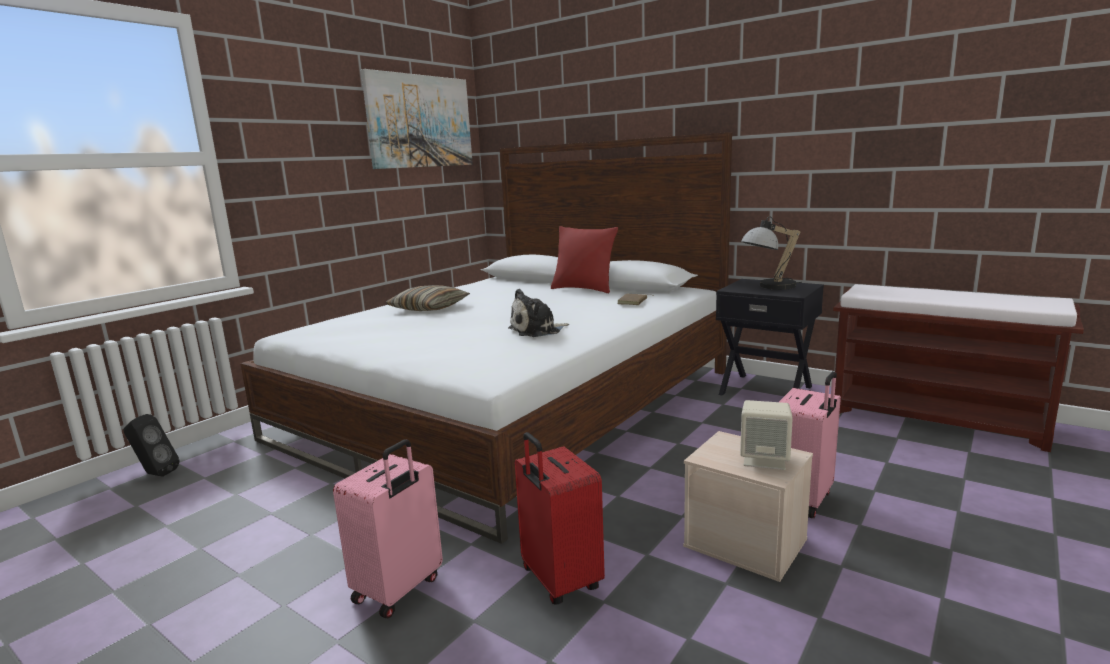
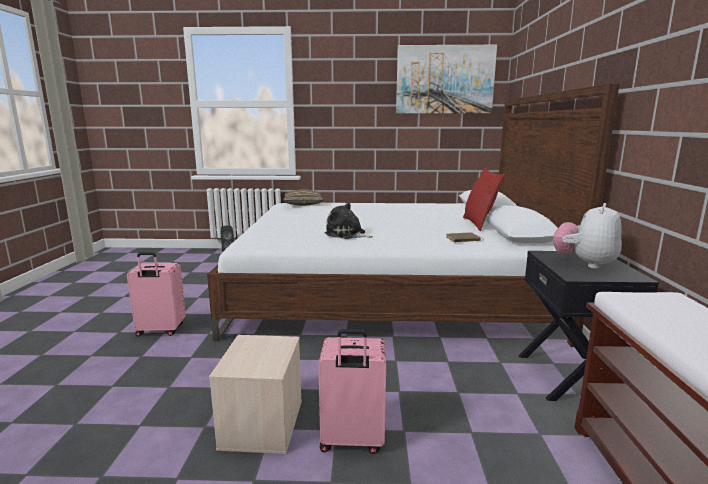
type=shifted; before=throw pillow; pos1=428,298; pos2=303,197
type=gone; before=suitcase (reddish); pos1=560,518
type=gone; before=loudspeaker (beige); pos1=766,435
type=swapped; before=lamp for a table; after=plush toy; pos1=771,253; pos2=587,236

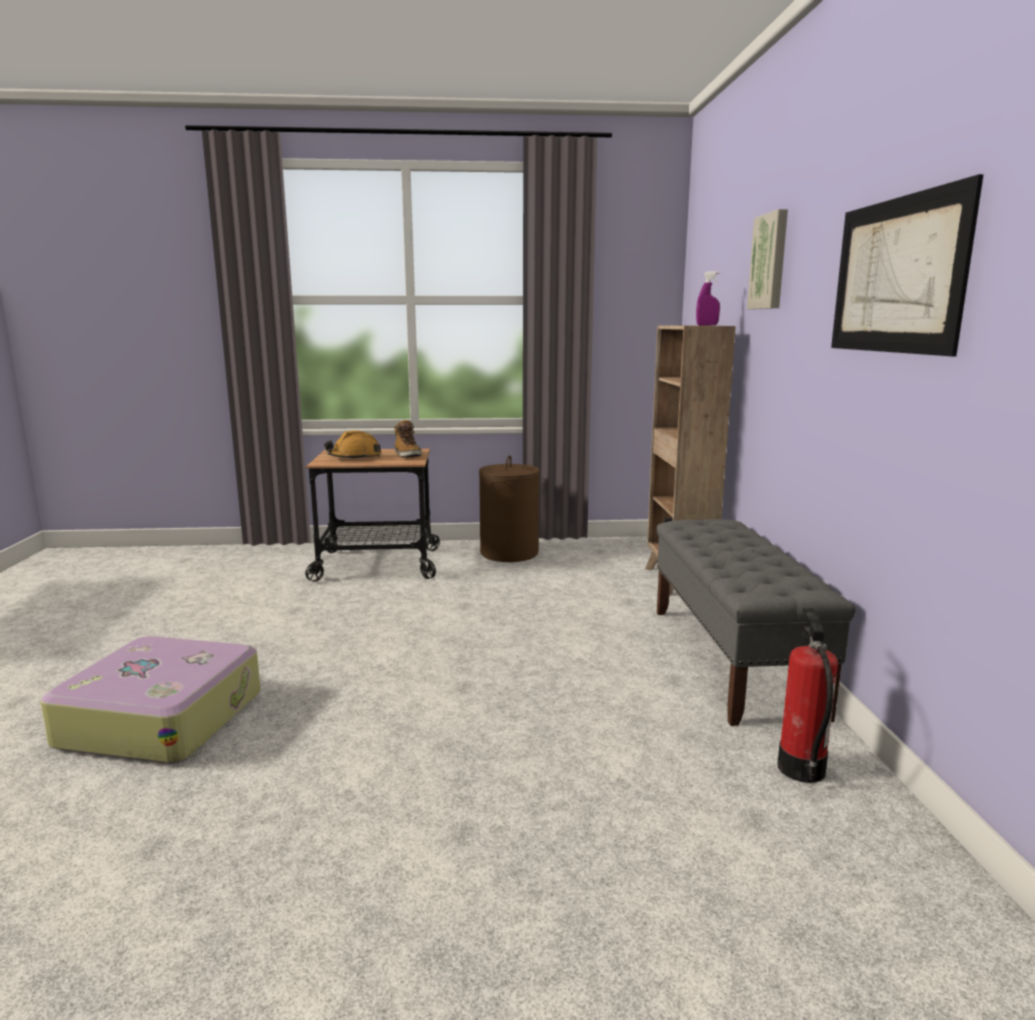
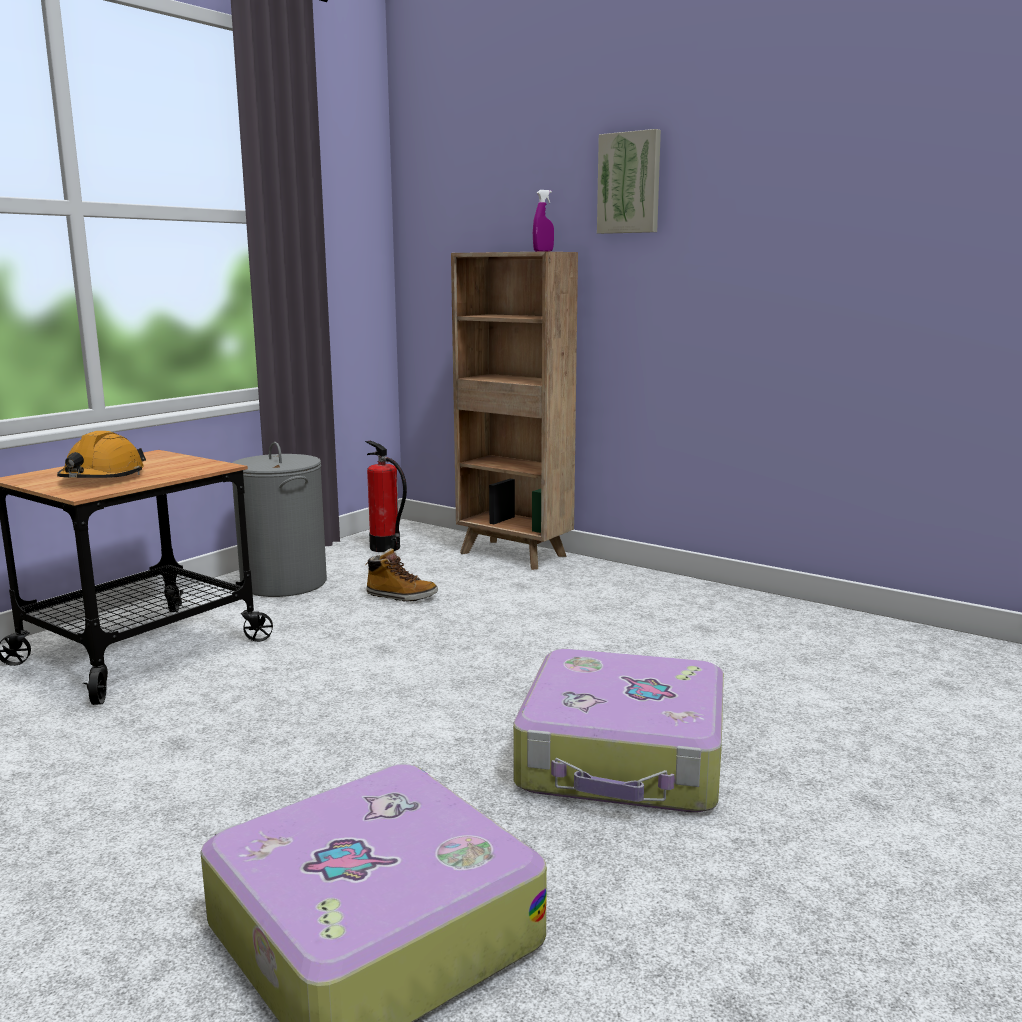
type=shifted; before=boot; pos1=408,439; pos2=401,575
type=repainted; before=laundry basket (brown-coloured); after=laundry basket (gray); pos1=509,508; pos2=279,519
type=gone; before=long seat (gray); pos1=756,622
type=shifted; before=fire-fighting cylinder; pos1=807,695; pos2=386,496
type=gone; before=picture; pos1=907,265
type=new; after=suitcase; pos2=618,731

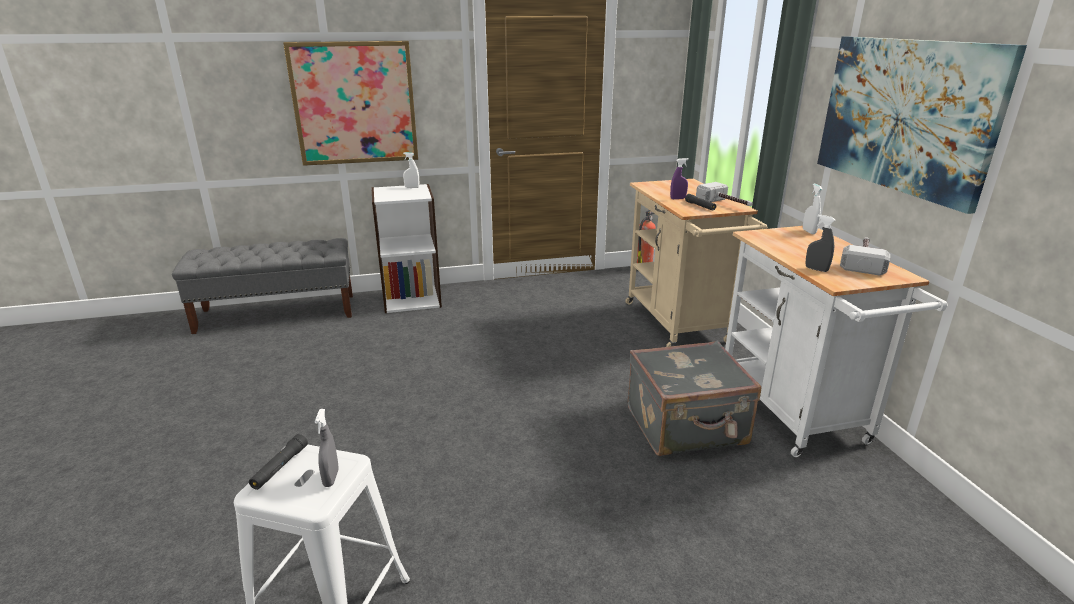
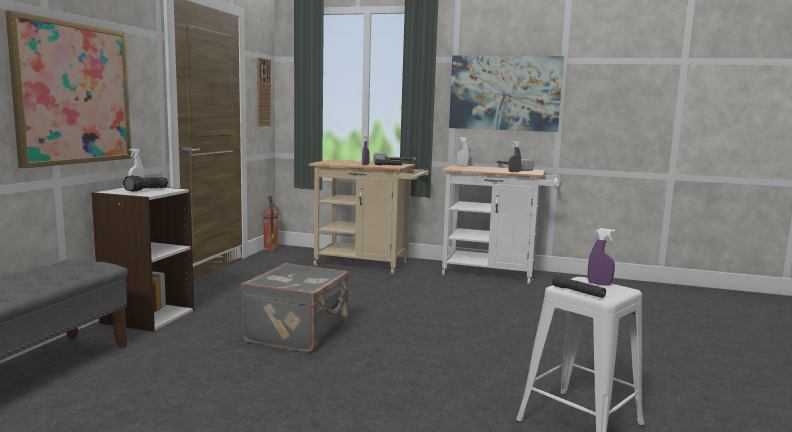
type=repainted; before=spray bottle (gray); after=spray bottle (purple); pos1=327,448; pos2=601,257
type=shifted; before=suitcase (gray); pos1=694,398; pos2=295,307
type=new; after=hand torch; pos2=145,183
type=new; after=hanging clock; pos2=264,92

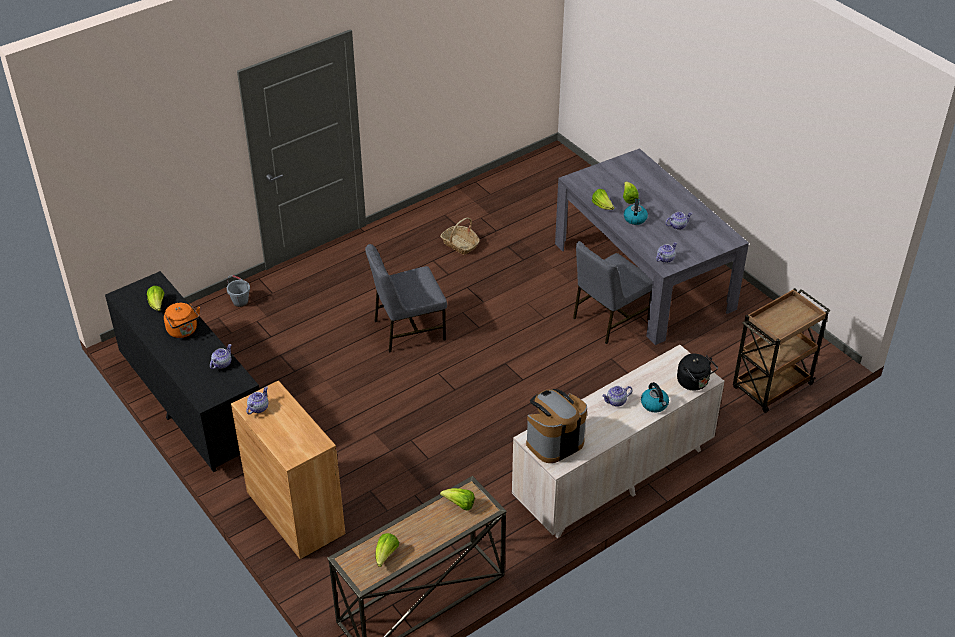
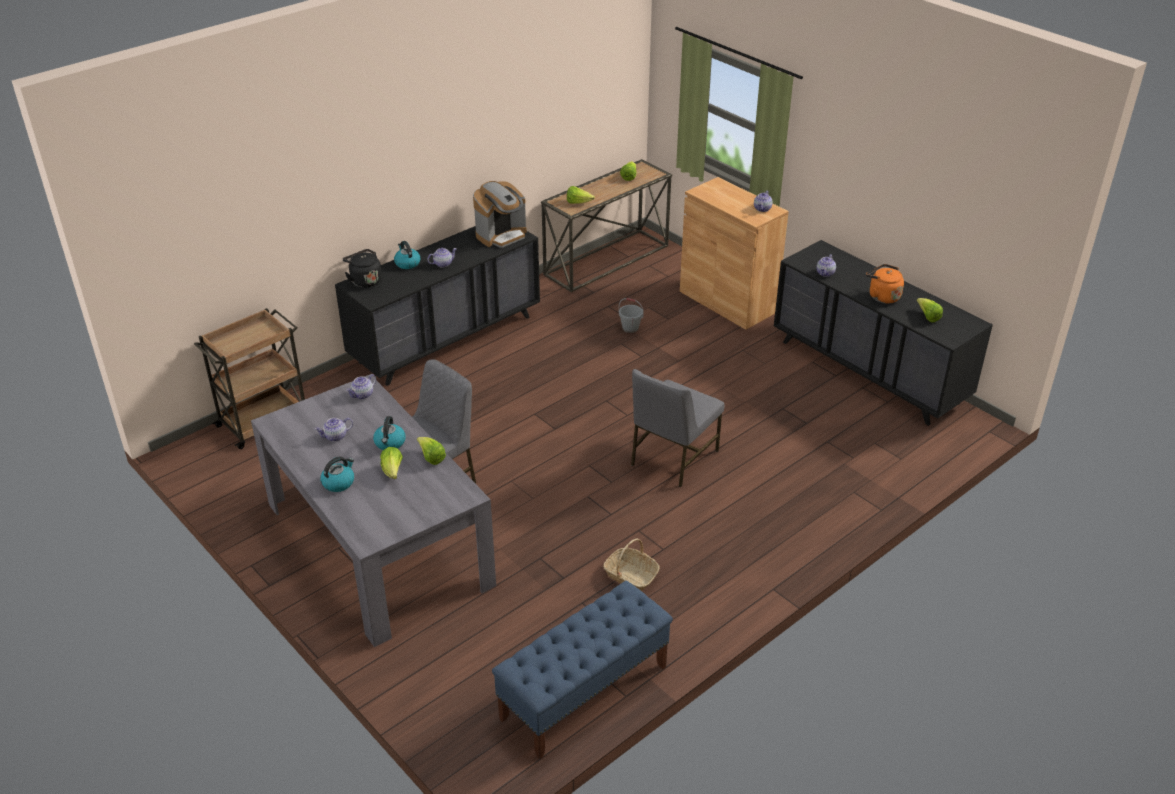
type=shifted; before=pail (gray); pos1=238,291; pos2=631,315
type=rotated; before=chair (gray); pos1=406,298; pos2=678,428; turn=150
type=repainted; before=chest of drawers (beige); after=chest of drawers (blackish); pos1=618,441; pos2=437,306
type=new; after=tea kettle; pos2=337,474
type=new; after=long seat (blue-coloured); pos2=582,670

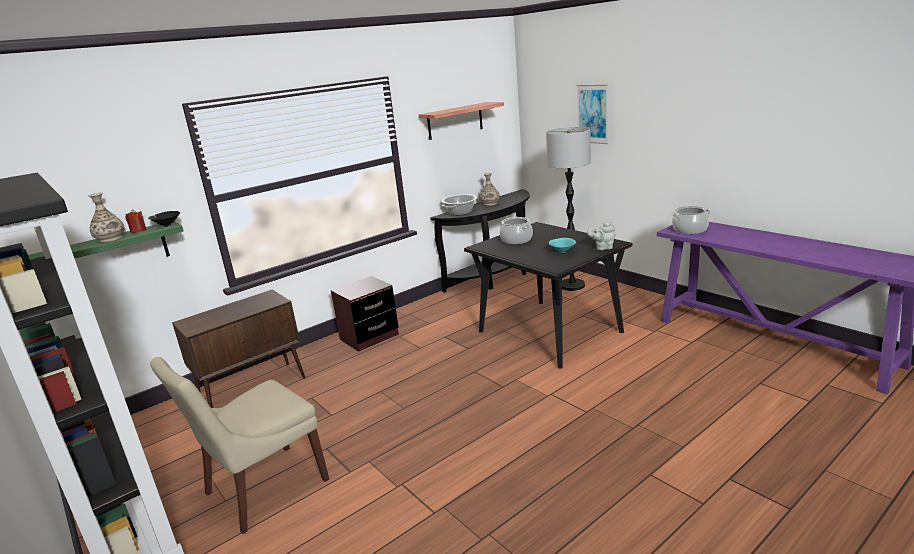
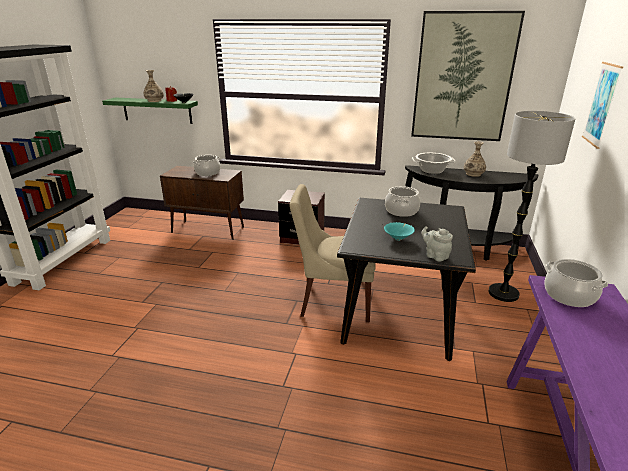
type=shifted; before=chair (beige); pos1=239,445; pos2=332,253
type=swapped; before=shelf; after=picture; pos1=461,121; pos2=468,76
type=new; after=stockpot; pos2=206,165

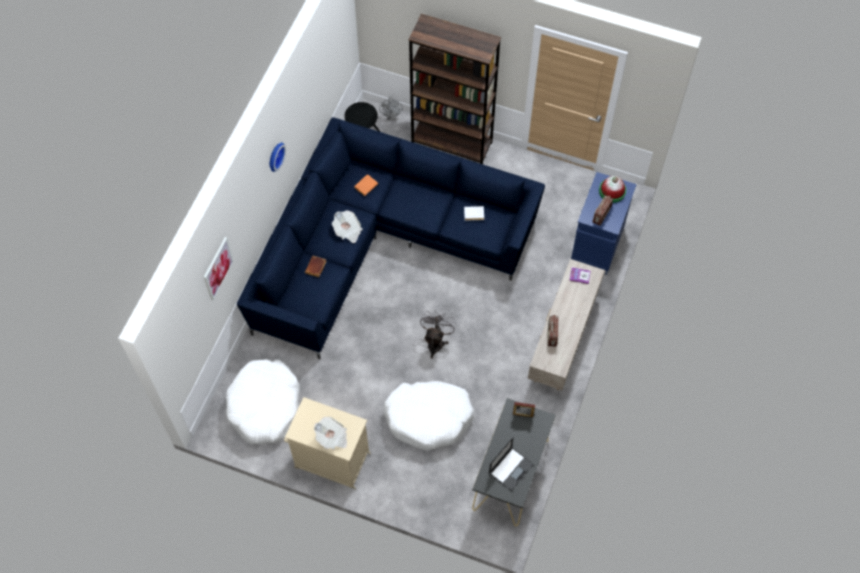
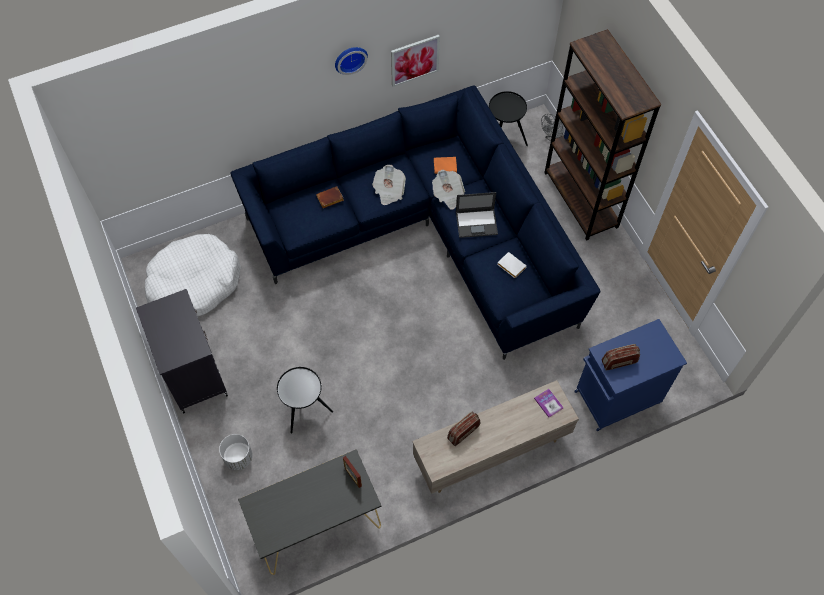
type=shifted; before=picture; pos1=219,268; pos2=415,61
type=repainted; before=cabinet (beige); after=cabinet (blackish); pos1=327,443; pos2=182,351
type=shifted; before=daily paper; pos1=330,433; pos2=448,190
type=swapped; before=dog bed (white); after=side table (blackish); pos1=429,415; pos2=305,400
type=gone; before=electric fan (gray); pos1=438,334
type=shifted; before=notebook computer; pos1=511,464; pos2=477,215
type=gone; before=clothing hat; pos1=612,189
type=new; after=flower pot (white); pos2=236,452

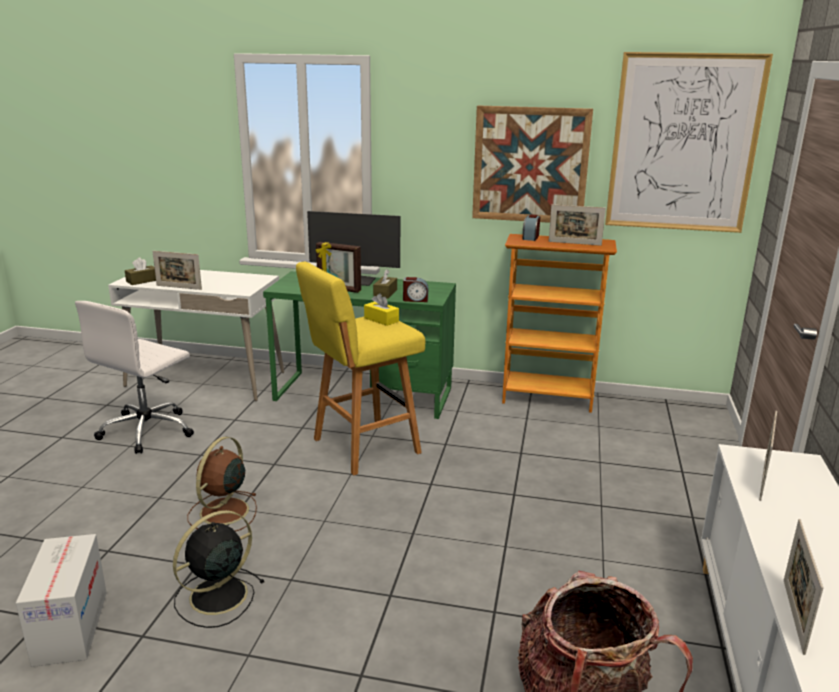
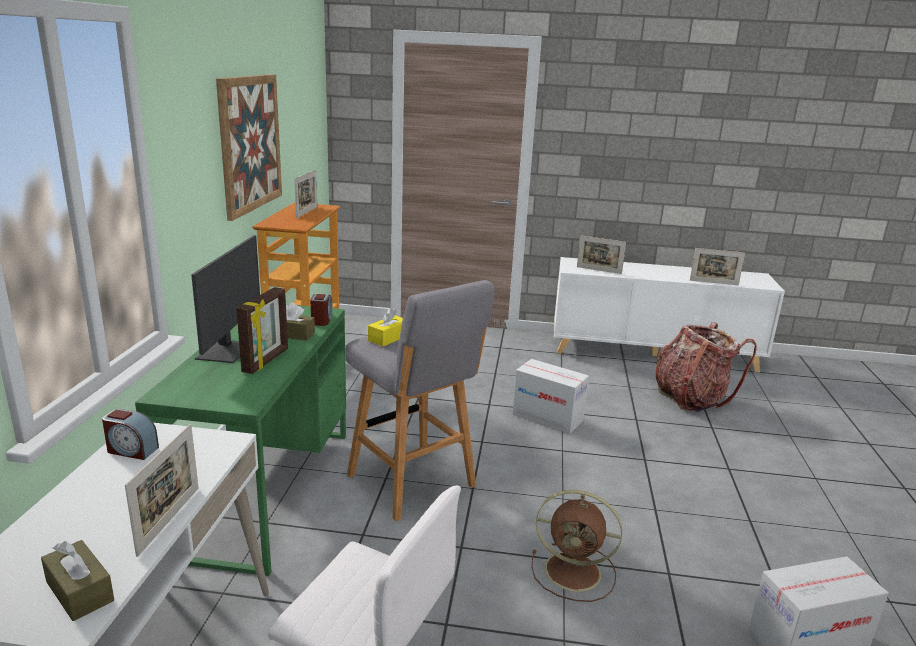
type=gone; before=electric fan (blackish); pos1=218,569
type=repainted; before=stool seat (yellow); after=stool seat (gray); pos1=360,368; pos2=420,400
type=shifted; before=table clock; pos1=531,227; pos2=130,434
type=gone; before=picture; pos1=689,142
type=new; after=packing box; pos2=550,396

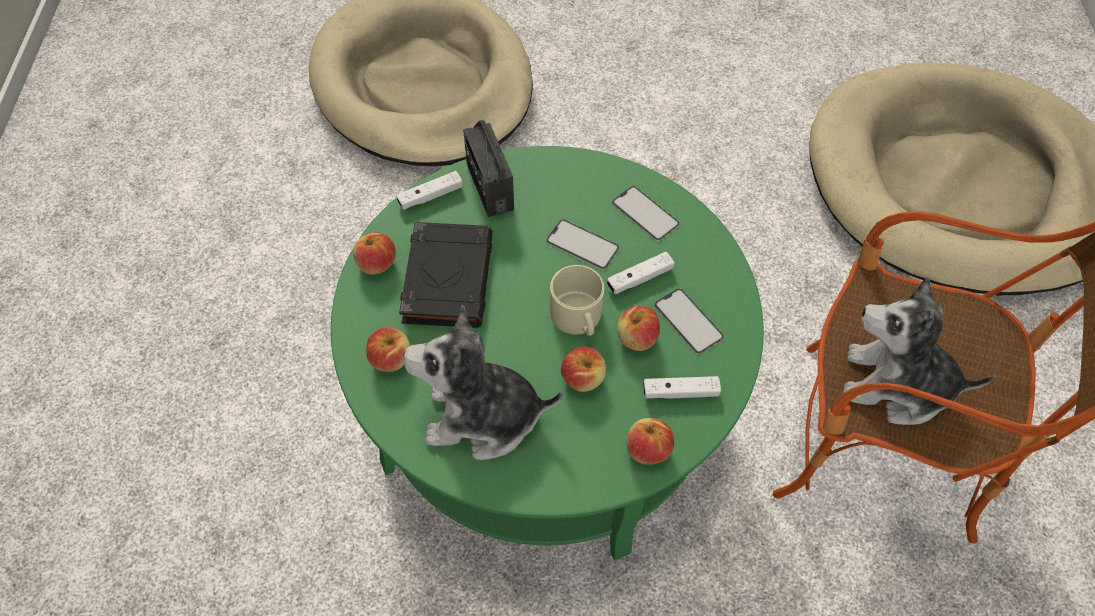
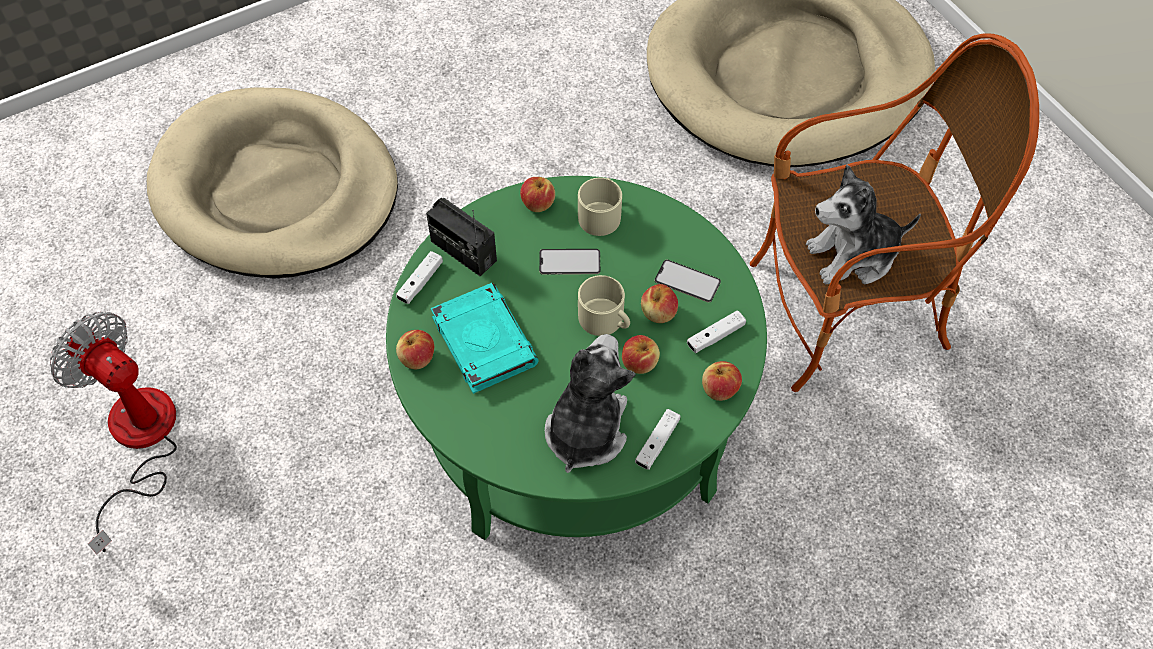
type=shifted; before=apple fruit; pos1=388,349; pos2=537,194
type=repainted; before=bound book (blackish); after=bound book (turquoise-coloured); pos1=446,275; pos2=485,338
type=rotated; before=plush toy; pos1=483,382; pos2=590,403; turn=135
type=shifted; before=game controller (white); pos1=641,273; pos2=657,439
type=swapped; before=telephone; after=mug (beige); pos1=646,213; pos2=600,207
type=new; after=electric fan; pos2=113,433

